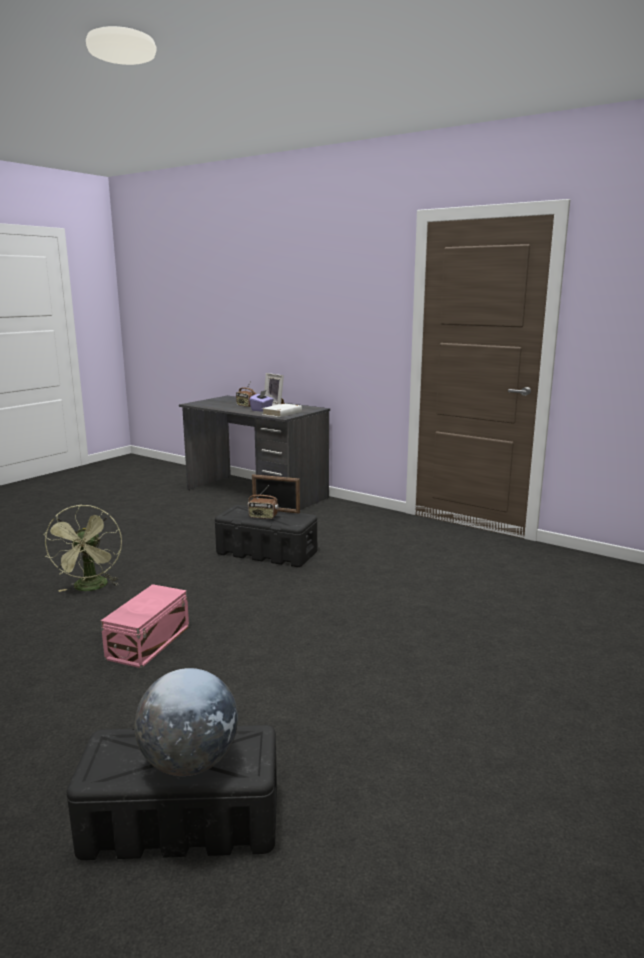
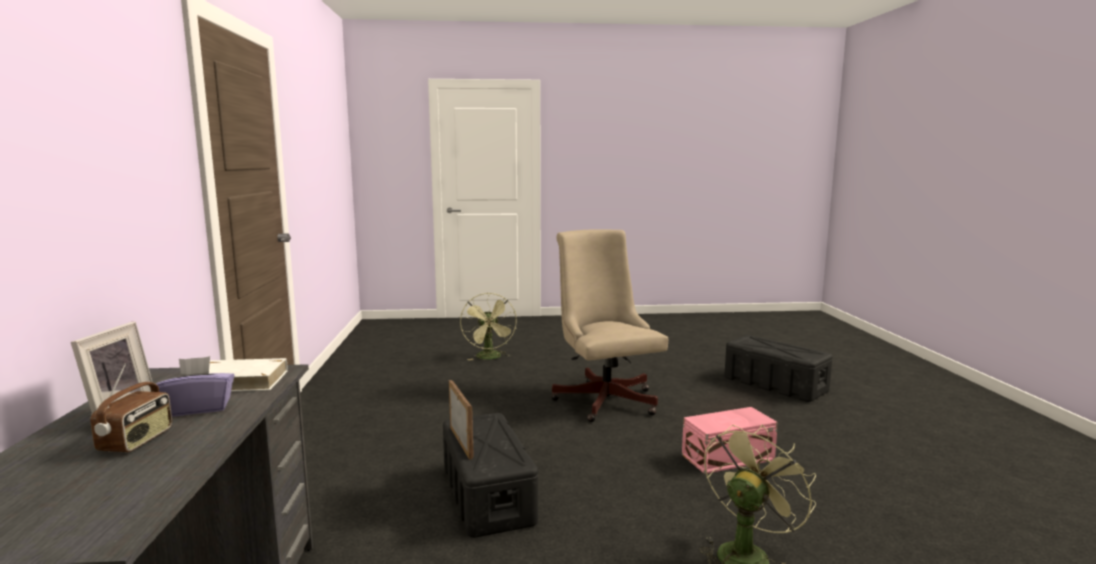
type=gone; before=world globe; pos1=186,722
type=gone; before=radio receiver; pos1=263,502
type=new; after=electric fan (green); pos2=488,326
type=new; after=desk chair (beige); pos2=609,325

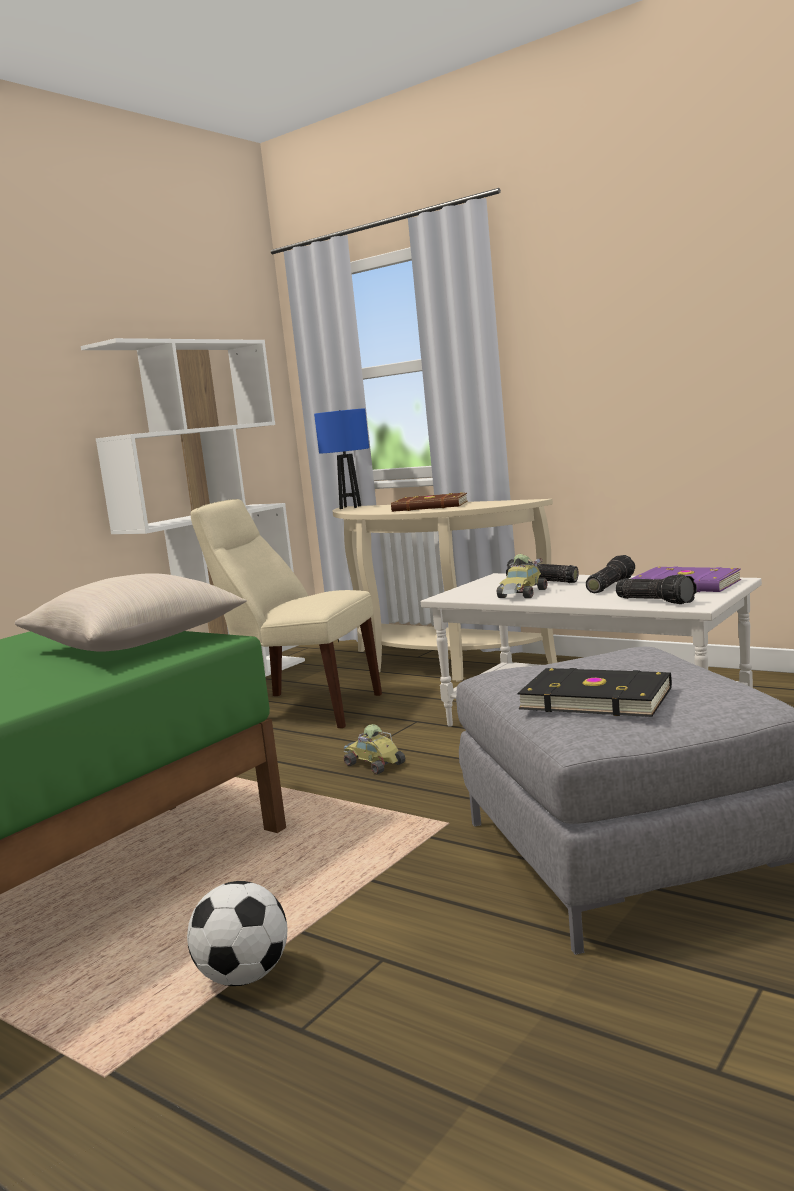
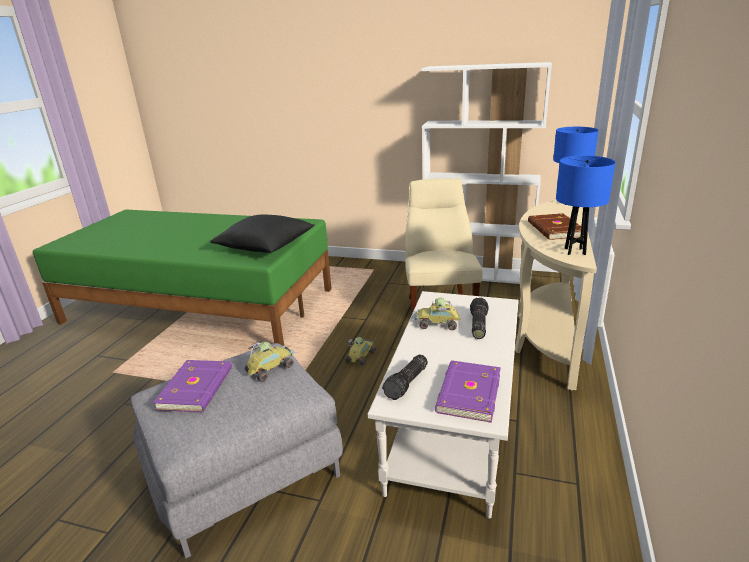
type=repainted; before=throw pillow (beige); after=throw pillow (blackish); pos1=131,612; pos2=262,234
type=gone; before=ball for football; pos1=237,933
type=repainted; before=bound book (blackish); after=bound book (purple); pos1=594,692; pos2=192,386
type=gone; before=hand torch; pos1=610,574
type=new; after=toy car; pos2=270,362
type=new; after=lamp for a table (blue-coloured); pos2=586,205

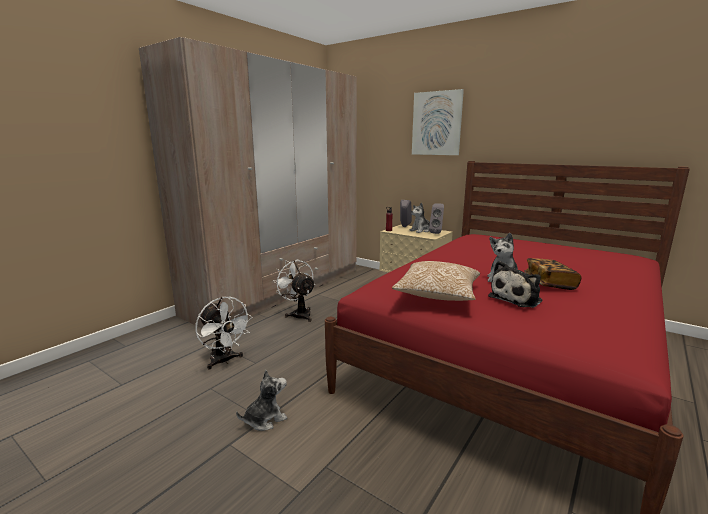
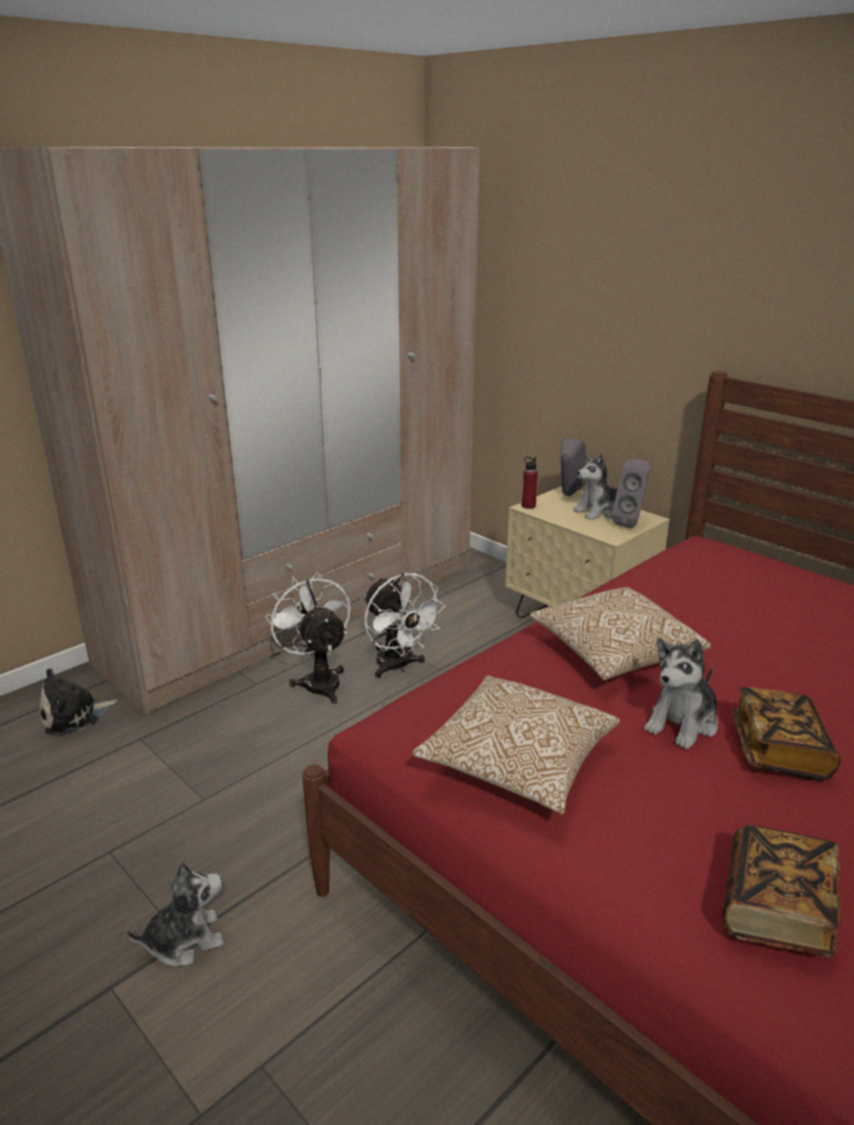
type=shifted; before=electric fan (white); pos1=224,333; pos2=405,625
type=gone; before=picture; pos1=438,122
type=shifted; before=plush toy; pos1=515,284; pos2=79,701
type=new; after=throw pillow; pos2=620,633
type=new; after=bound book; pos2=781,891

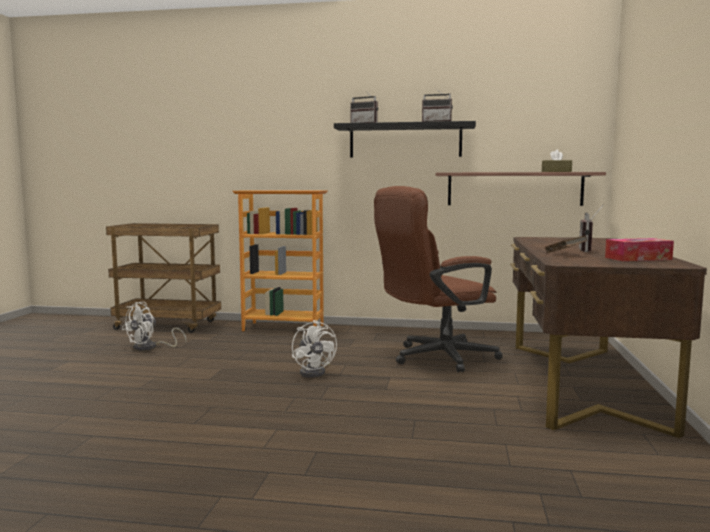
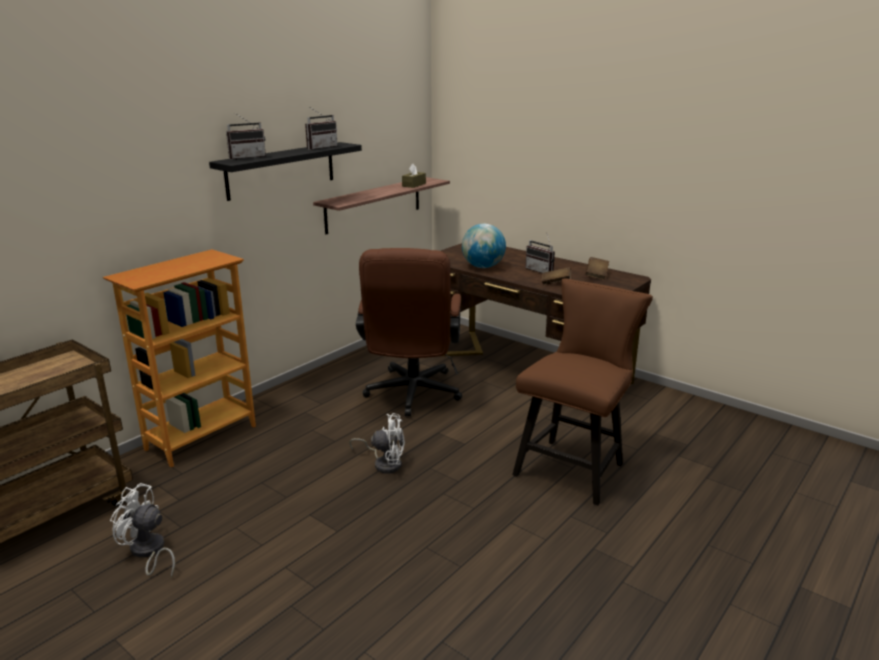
type=rotated; before=electric fan (white); pos1=154,326; pos2=142,531; turn=135
type=swapped; before=box of tissues; after=bound book (brown-coloured); pos1=639,249; pos2=597,268
type=new; after=world globe; pos2=484,246
type=new; after=chair (brown-coloured); pos2=582,391

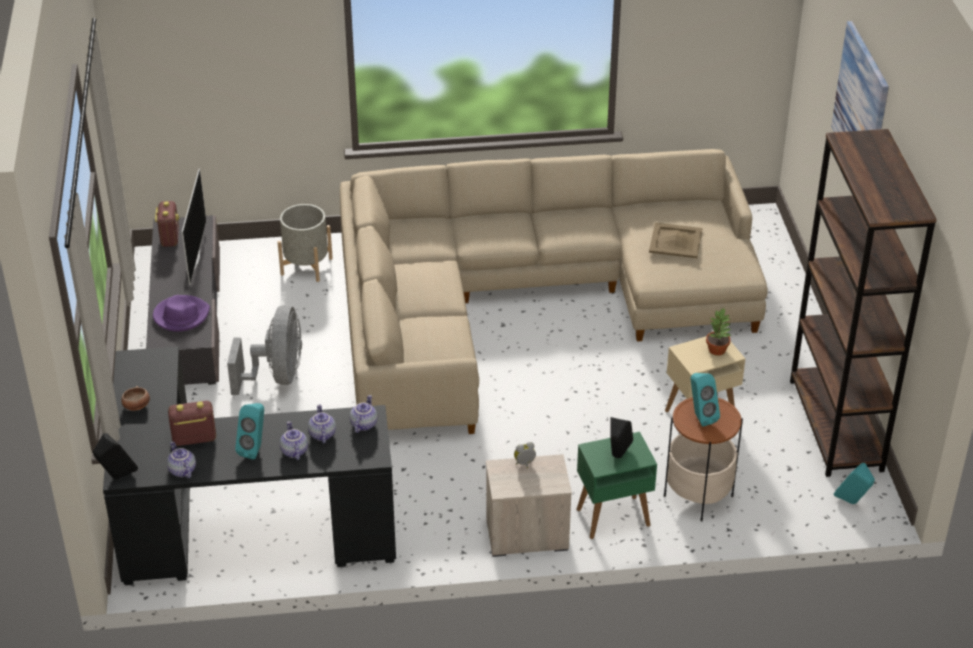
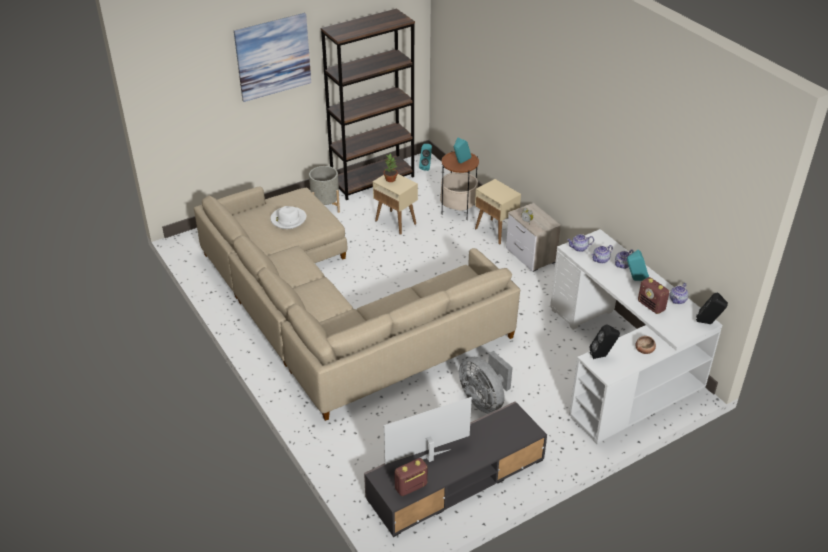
type=repainted; before=desk table (blackish); after=desk table (white); pos1=249,465; pos2=636,337
type=gone; before=clothing hat (purple); pos1=181,313
type=rotated; before=electric fan (gray); pos1=264,350; pos2=486,382; turn=-105
type=shifted; before=flower pot (gray); pos1=305,243; pos2=324,189
type=repainted; before=side table (green); after=side table (beige); pos1=617,485; pos2=498,211
type=shifted; before=loudspeaker (blackish); pos1=621,437; pos2=605,341
type=swapped; before=tray (beige); after=clothing hat (white); pos1=675,240; pos2=288,217

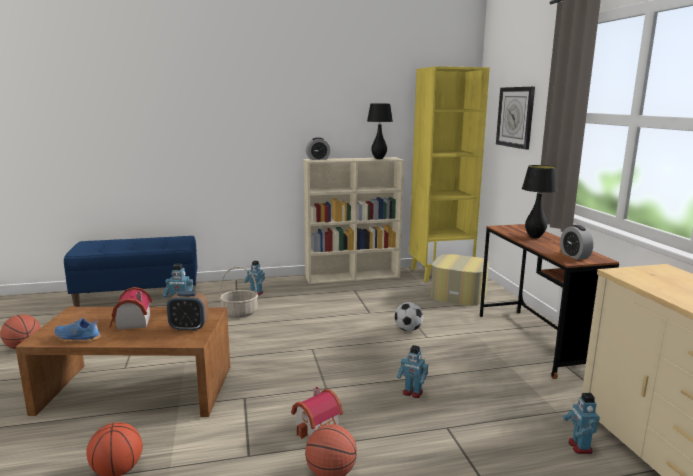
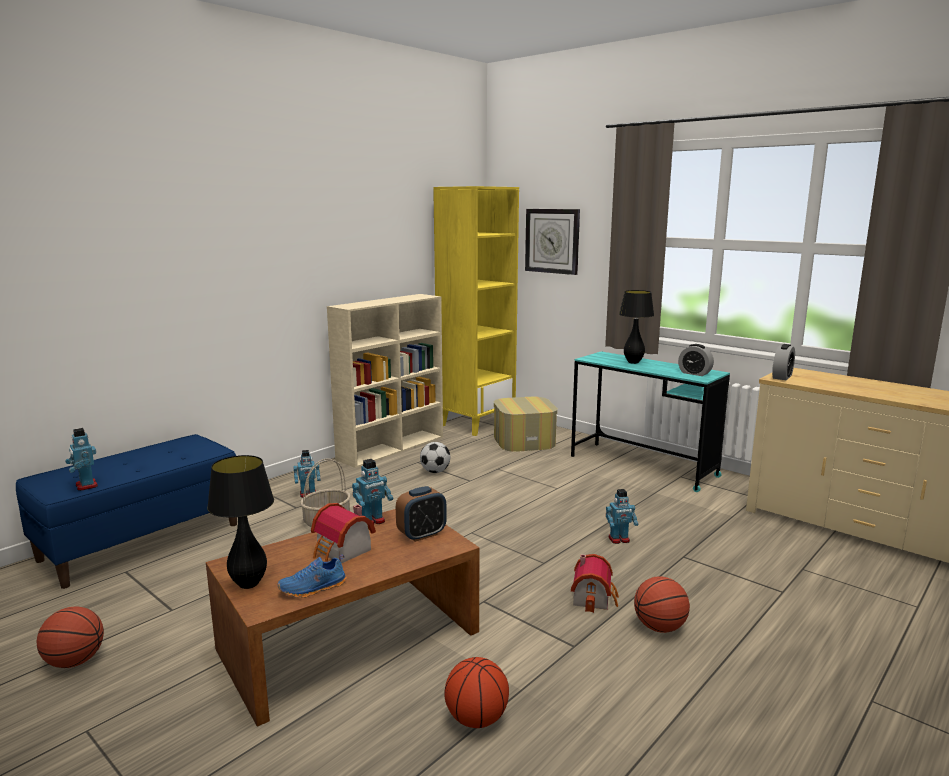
type=shifted; before=table clock; pos1=318,148; pos2=783,362
type=shifted; before=lamp for a table (blackish); pos1=380,131; pos2=240,522
type=shifted; before=ball for football; pos1=409,316; pos2=435,457
type=repainted; before=desk table (brown-coloured); after=desk table (turquoise-coloured); pos1=549,301; pos2=650,422
type=shifted; before=model robot; pos1=581,423; pos2=81,459

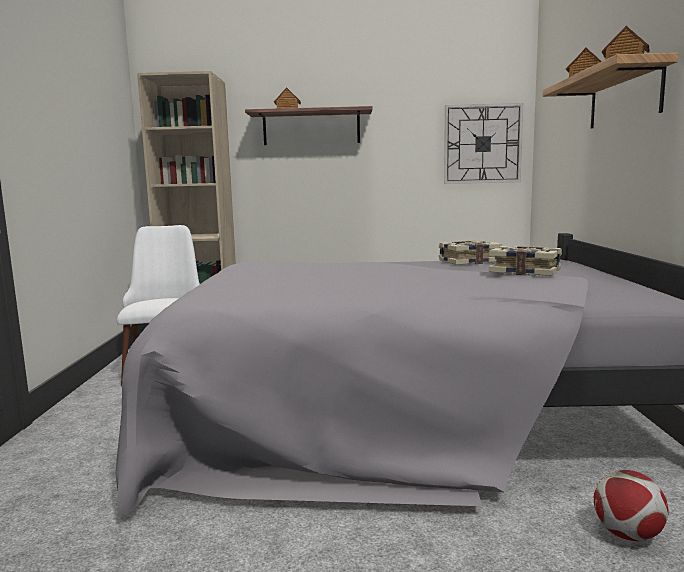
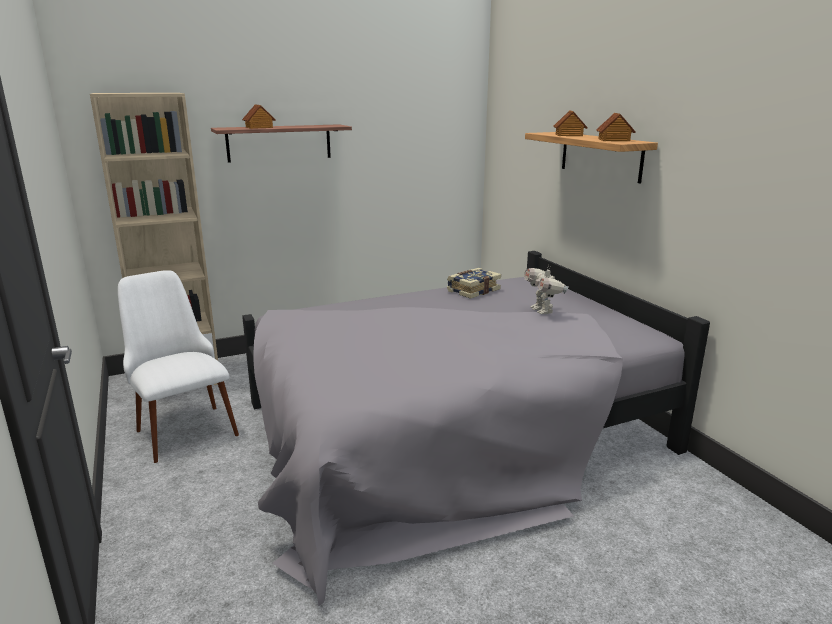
type=gone; before=hanging clock; pos1=483,143
type=swapped; before=bound book; after=model robot; pos1=525,261; pos2=546,289
type=gone; before=ball for football; pos1=631,505

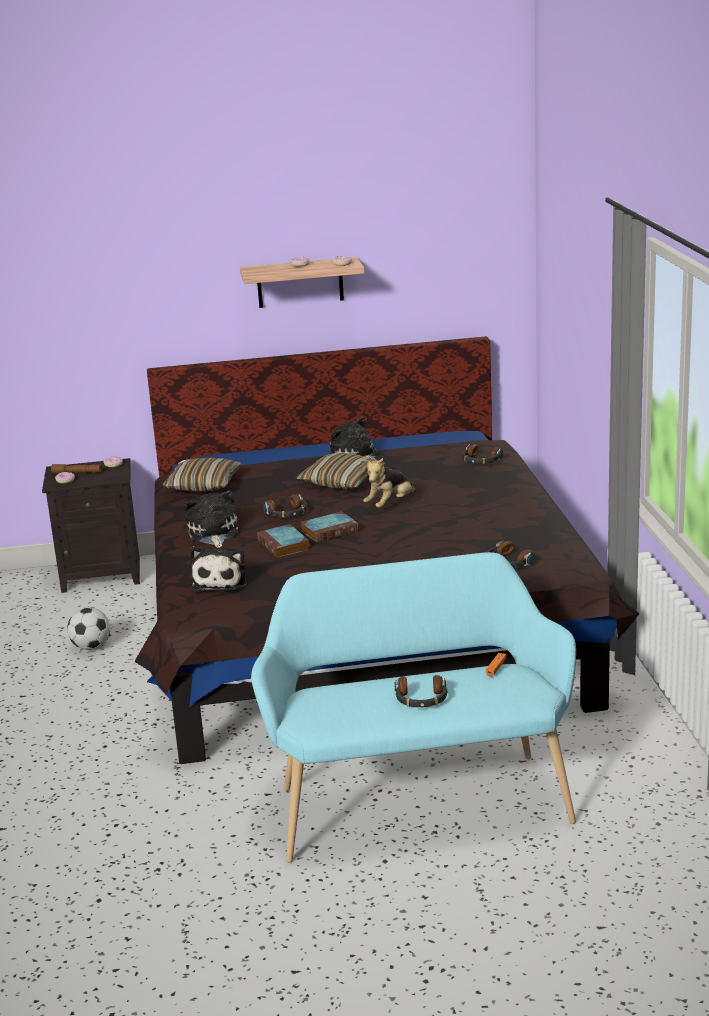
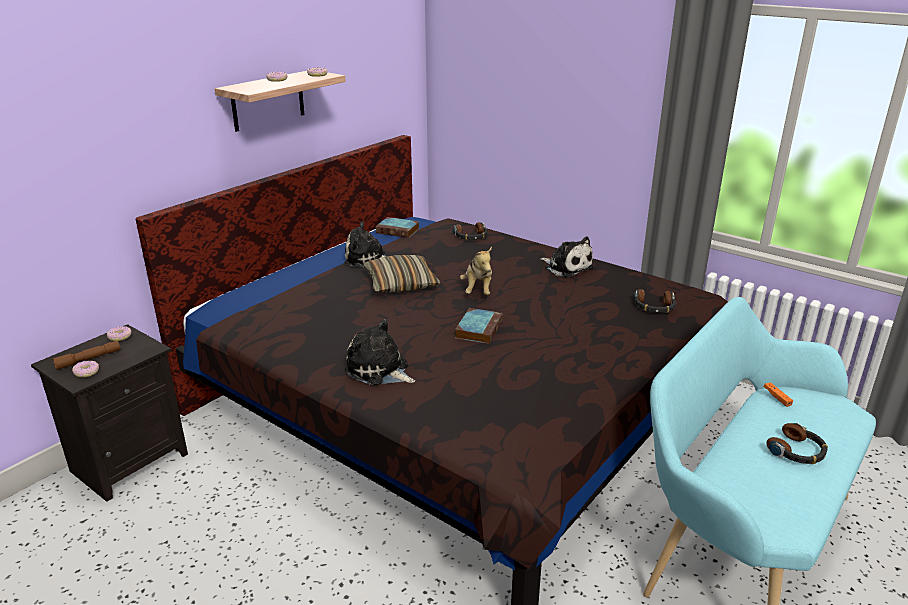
type=gone; before=ball for football; pos1=88,629
type=gone; before=throw pillow; pos1=202,474
type=shifted; before=plush toy; pos1=217,569; pos2=567,257
type=shifted; before=bound book; pos1=283,541; pos2=397,227
type=gone; before=headphones; pos1=285,506

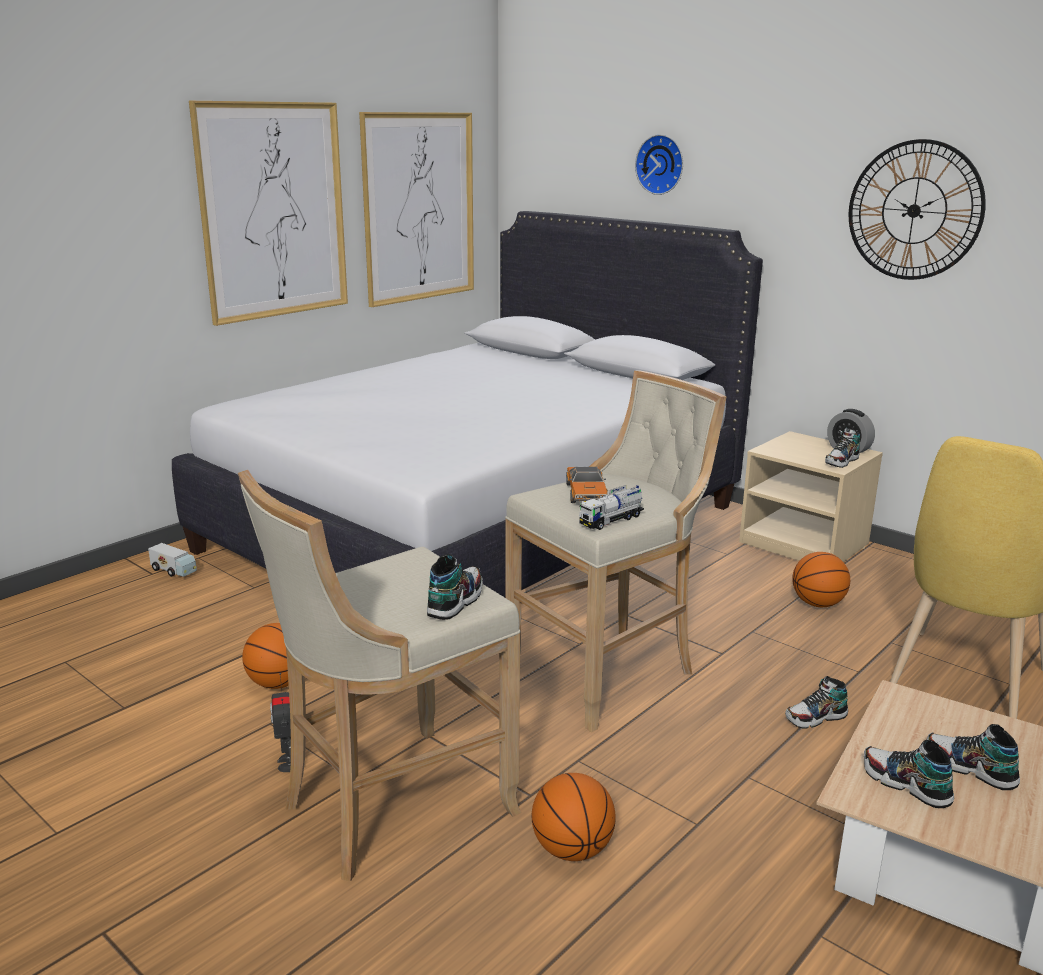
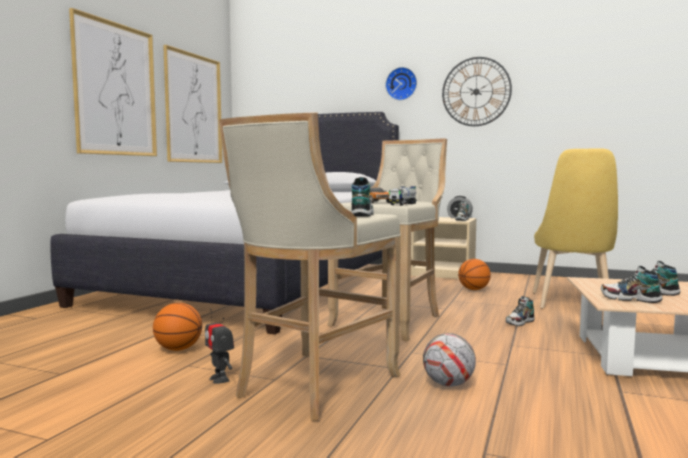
type=gone; before=model truck; pos1=172,560
type=swapped; before=basketball; after=ball for football; pos1=574,817; pos2=449,360
type=shifted; before=hanging clock; pos1=659,164; pos2=401,83

